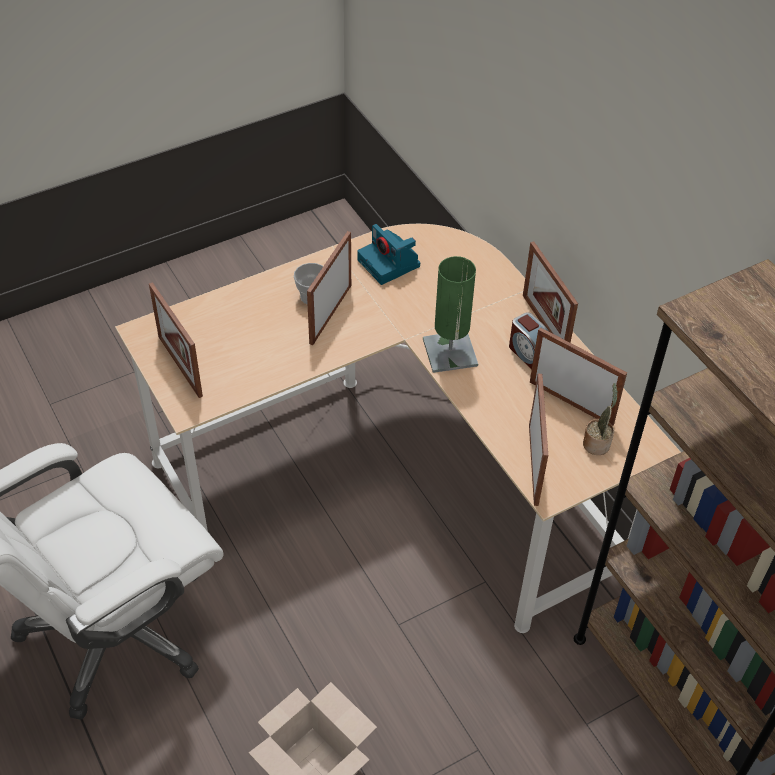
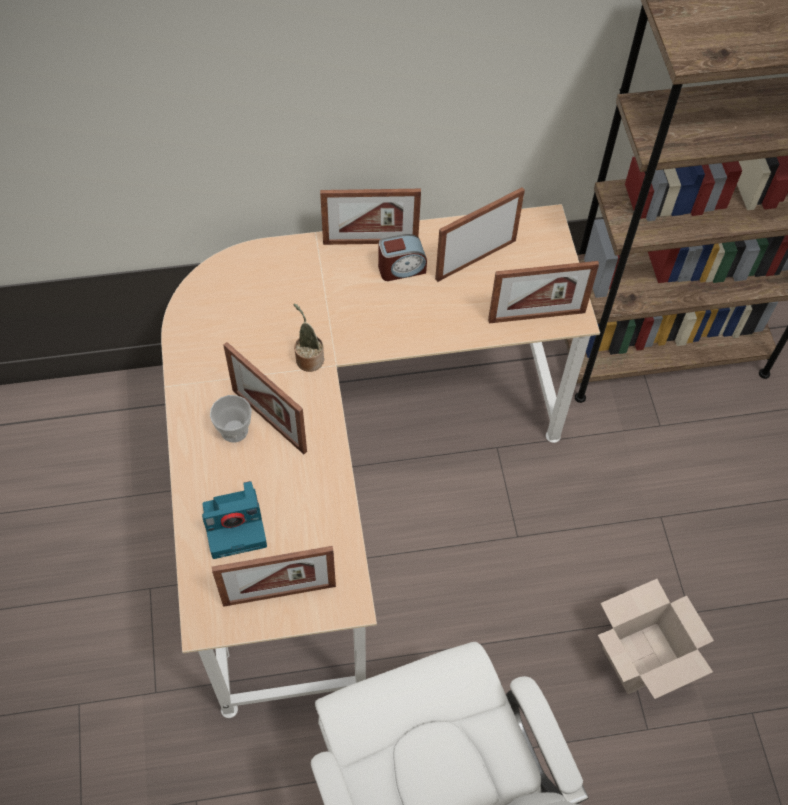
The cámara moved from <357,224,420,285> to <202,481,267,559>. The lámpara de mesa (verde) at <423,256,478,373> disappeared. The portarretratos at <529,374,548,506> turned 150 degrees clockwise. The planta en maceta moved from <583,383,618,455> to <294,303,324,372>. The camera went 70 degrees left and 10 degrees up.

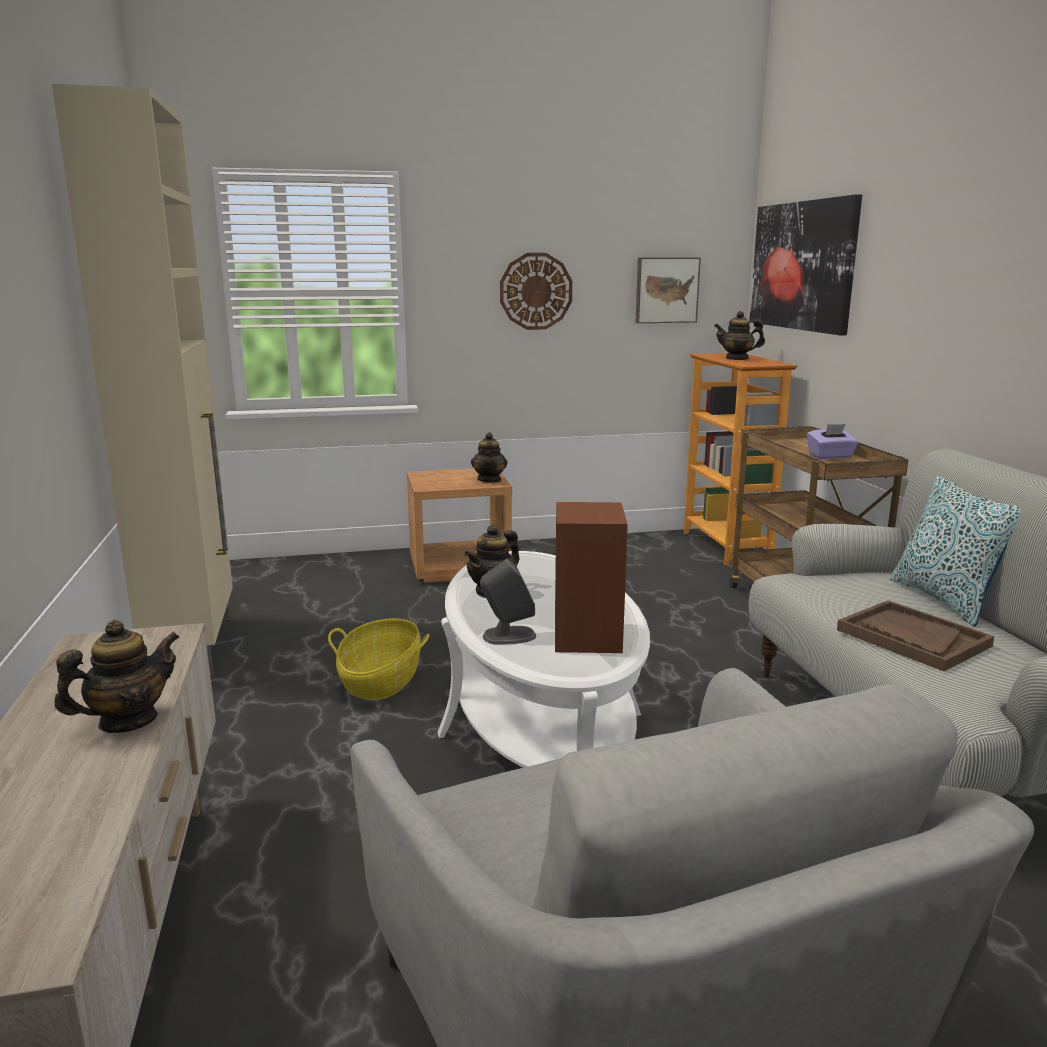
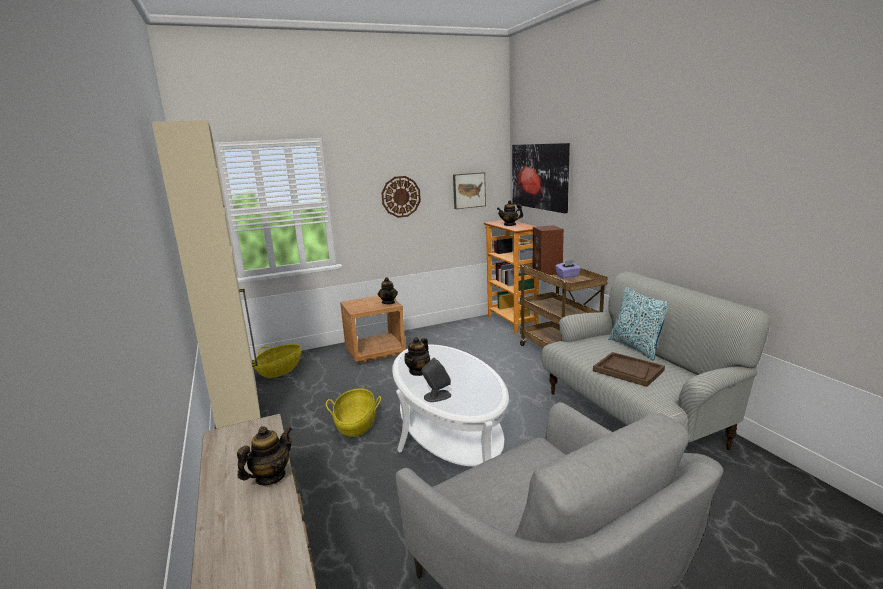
The altavoz (marrón) moved from <555,502,628,653> to <533,225,564,275>. The cesta at <253,344,301,378> appeared. The camera went 10 degrees left and 0 degrees up.

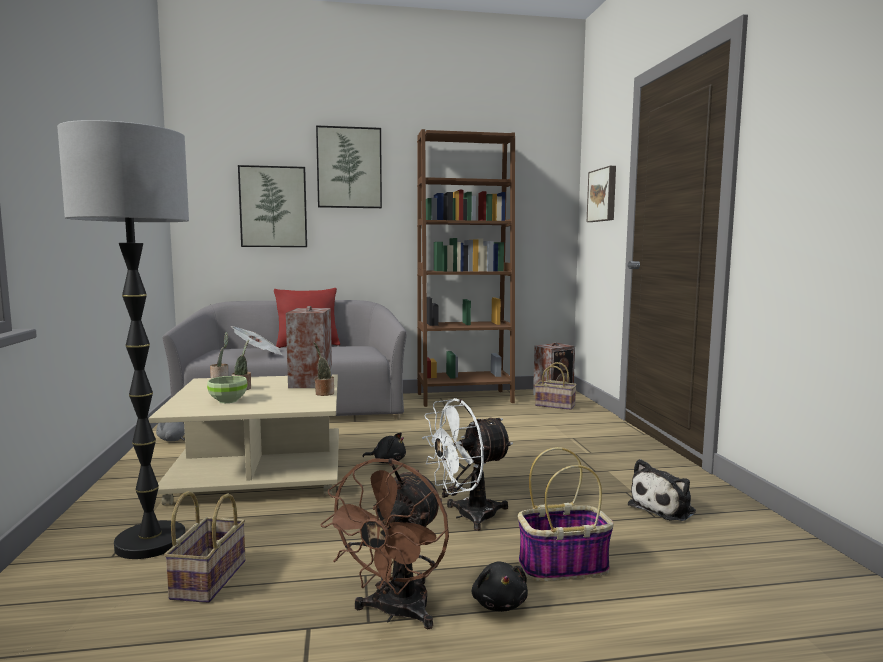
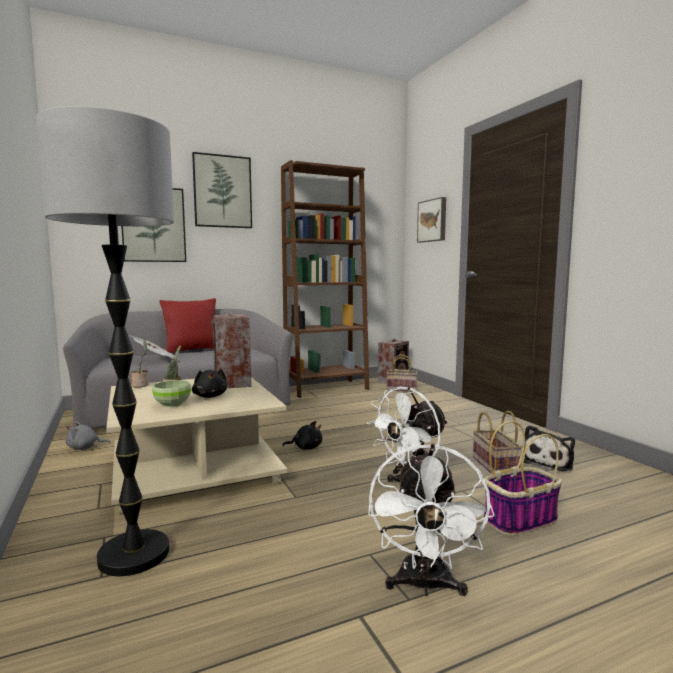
The planta en maceta at <313,342,334,396> disappeared. The ventilador (marrón) at <320,458,449,629> became the ventilador (blanco) at <368,444,495,596>. The cesta moved from <164,491,246,603> to <473,411,522,473>. The peluche (negro) moved from <472,562,528,612> to <192,369,227,398>. The camera went 15 degrees left and 0 degrees up.

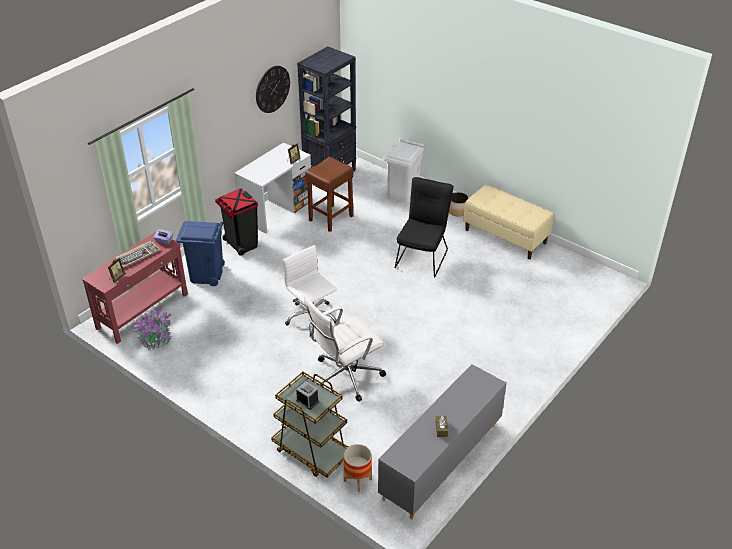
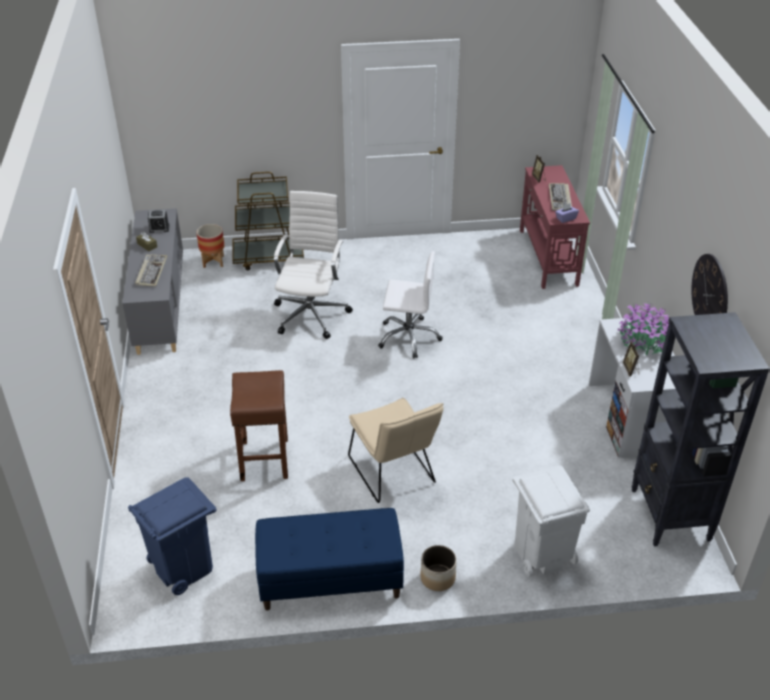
The taburete (marrón) moved from <305,157,353,232> to <230,370,288,481>. The silla (negro) at <395,177,454,277> became the silla (beis) at <348,398,444,503>. The banco (beis) at <463,185,554,259> became the banco (azul) at <255,508,404,611>. The papelera (negro) at <215,189,258,256> disappeared. The papelera (azul) moved from <176,221,225,286> to <128,477,217,595>. The planta en maceta moved from <134,307,172,351> to <618,303,669,355>. The despertador moved from <296,381,319,410> to <148,210,170,233>. The teclado at <135,254,168,287> appeared. The camera went 135 degrees right and 0 degrees up.

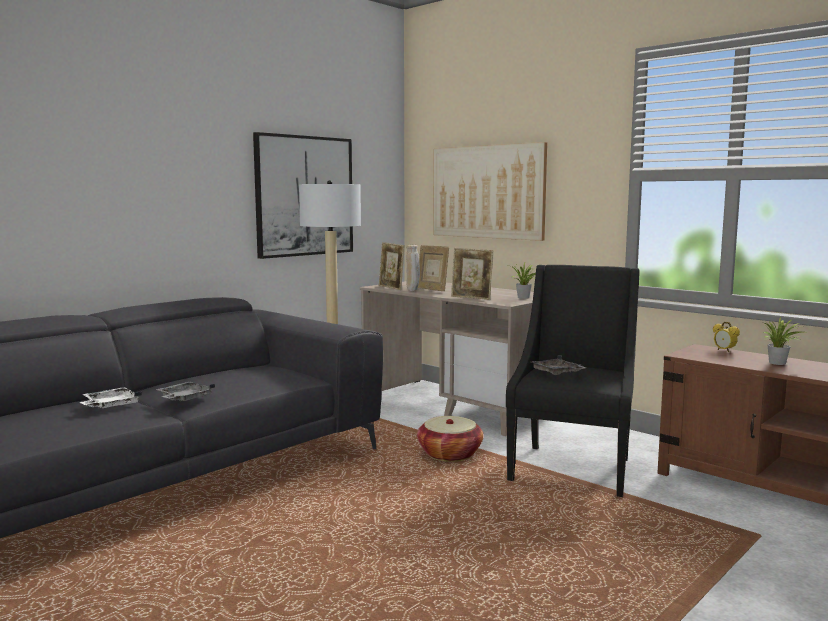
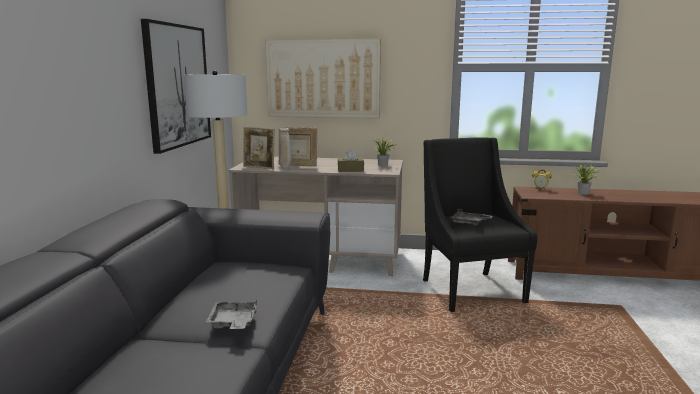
The portarretratos at <451,248,494,300> was replaced by the caja de pañuelos (marrón) at <338,149,364,172>. The bandeja (blanco) at <80,387,142,408> disappeared. The cesta at <417,416,483,462> disappeared. The camera went 35 degrees left and 5 degrees up.

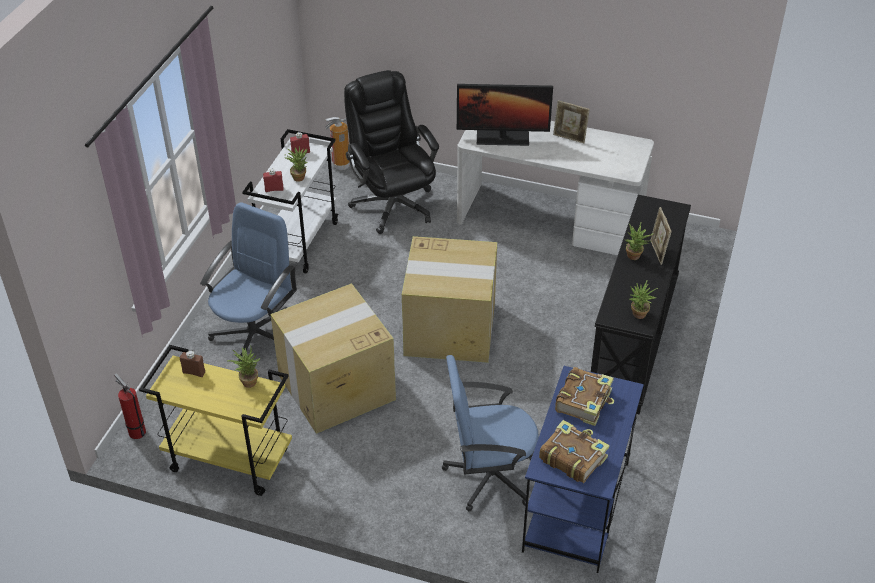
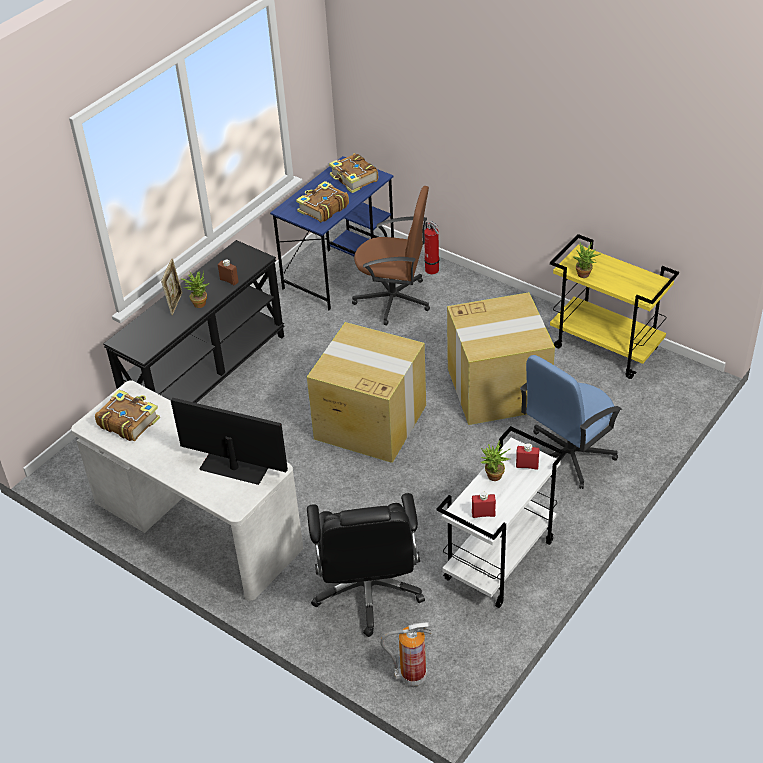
The portarretratos at <553,100,590,143> disappeared. The planta en maceta at <629,280,658,319> disappeared. The botella (marrón) moved from <180,350,205,377> to <218,260,239,286>. The silla de oficina (azul) at <442,355,539,512> became the silla de oficina (marrón) at <352,186,430,325>. The extintor moved from <114,373,146,439> to <424,221,439,274>. The libro at <95,389,160,441> appeared. The camera went 160 degrees left and 0 degrees up.

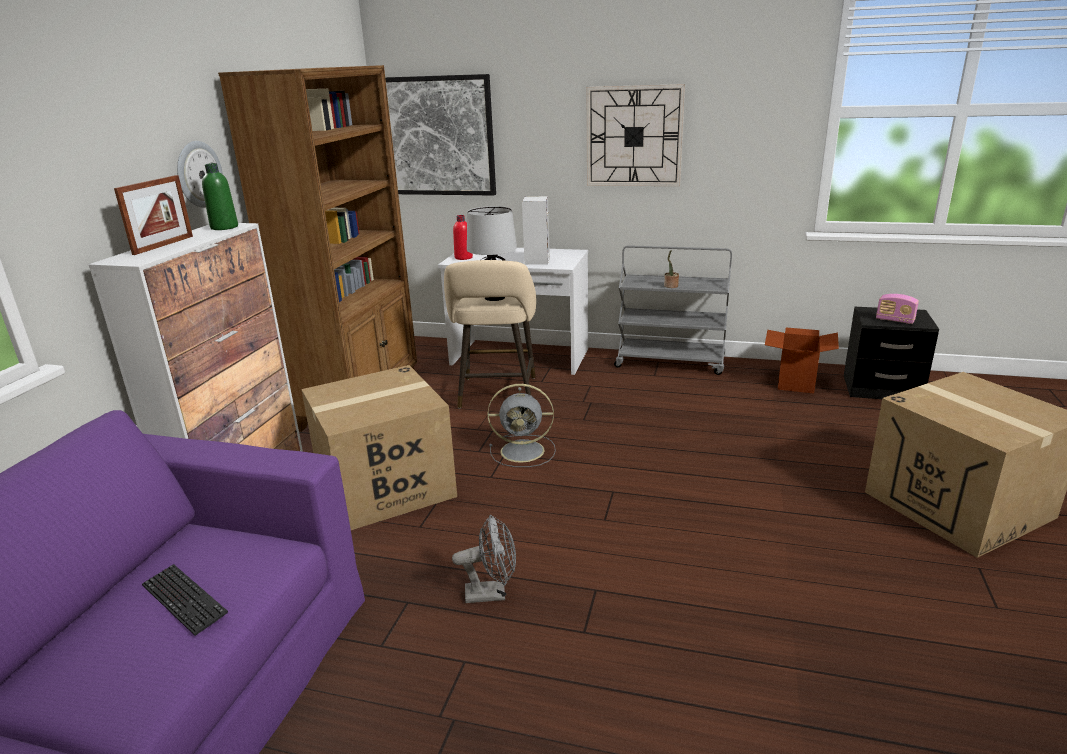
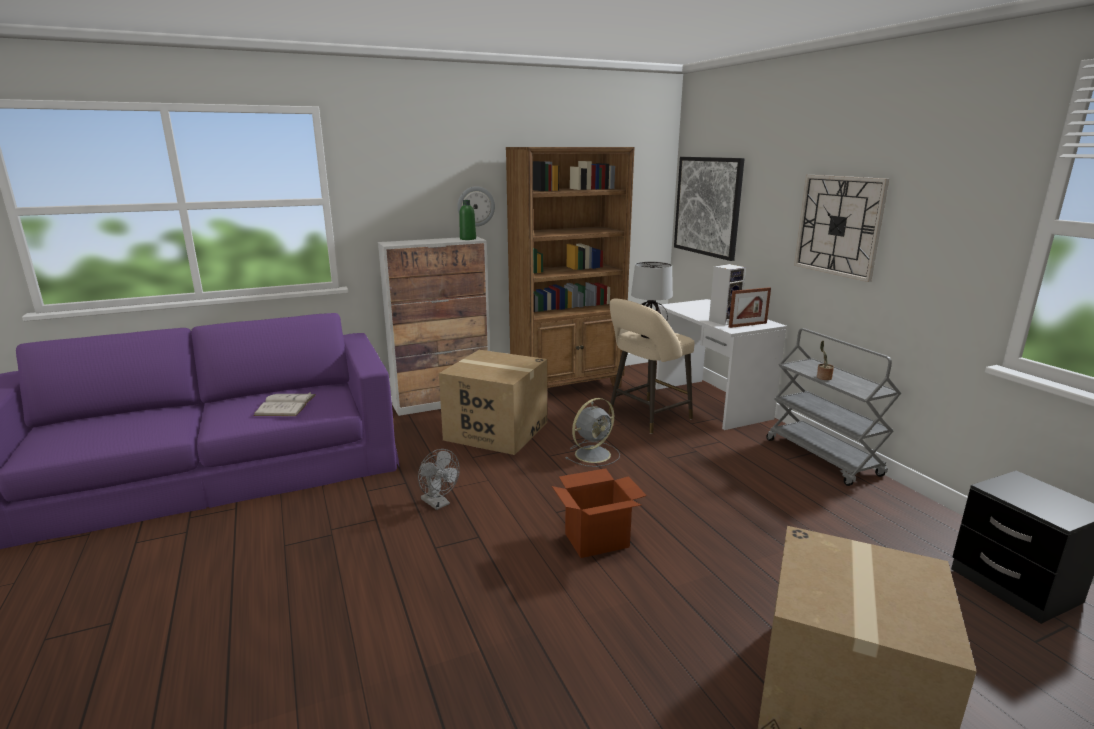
The portarretratos moved from <114,175,193,255> to <729,287,771,328>. The botella (rojo) at <453,215,473,260> disappeared. The radio at <876,294,919,324> disappeared. The caja de cartón moved from <765,327,839,393> to <552,468,647,558>. The ventilador (gris) at <487,384,556,467> turned 90 degrees counterclockwise. The teclado at <142,564,228,636> was replaced by the libro (blanco) at <253,392,316,416>. The camera went 50 degrees right and 5 degrees down.

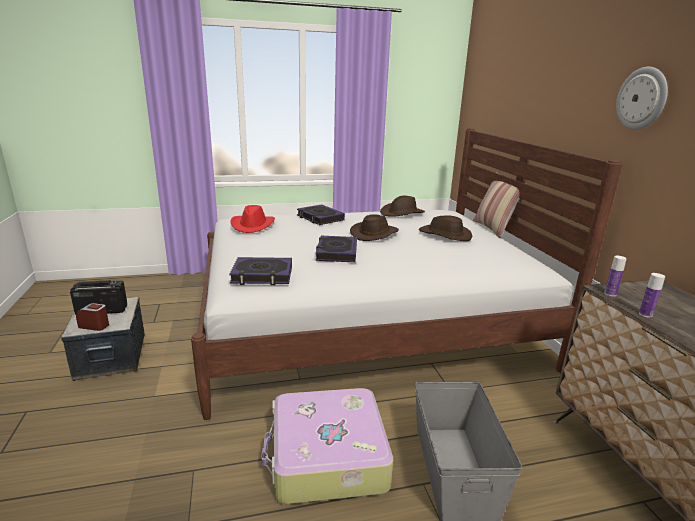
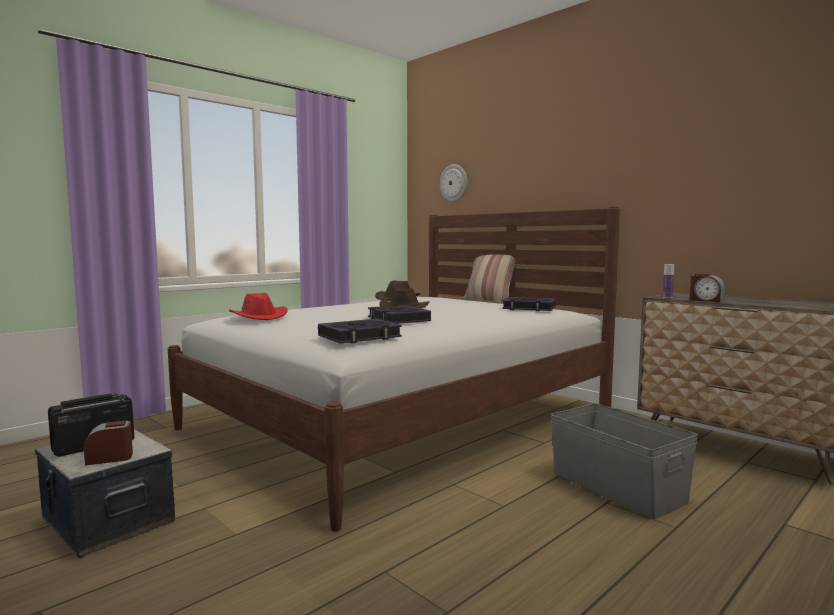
The reloj de pared moved from <616,67,668,130> to <440,164,467,202>. The libro moved from <297,205,345,225> to <502,297,556,311>. The sombrero (marrón) at <419,215,472,241> disappeared. The botella at <639,273,665,318> was replaced by the despertador at <689,274,725,302>. The maleta at <261,388,393,504> disappeared. The camera went 30 degrees left and 15 degrees down.

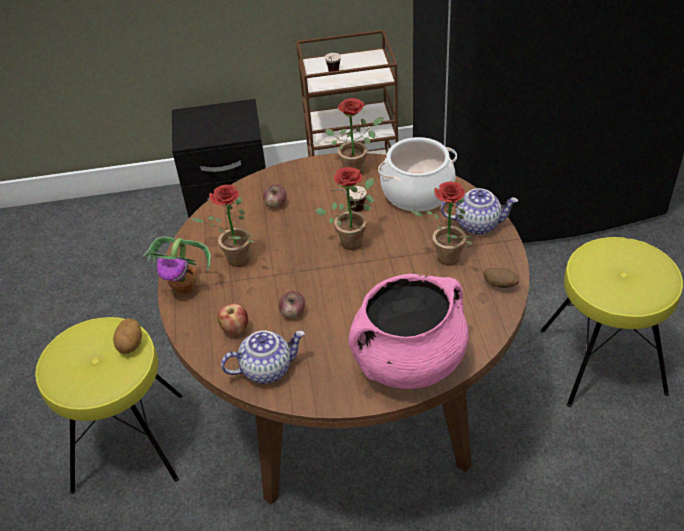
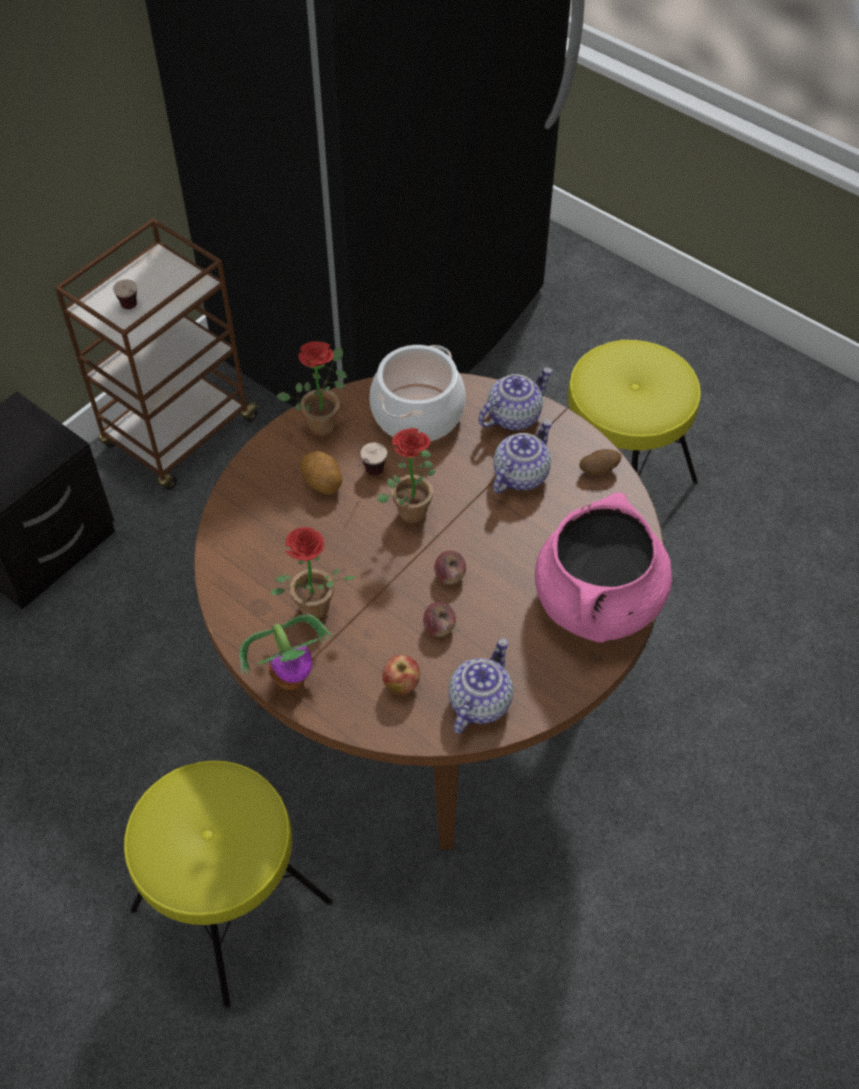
The planta en maceta at <411,182,473,266> was replaced by the tetera at <493,420,552,494>. The manzana moved from <263,184,287,208> to <434,551,466,585>. The patata moved from <113,318,142,354> to <300,451,343,495>. The camera went 45 degrees left and 10 degrees up.

